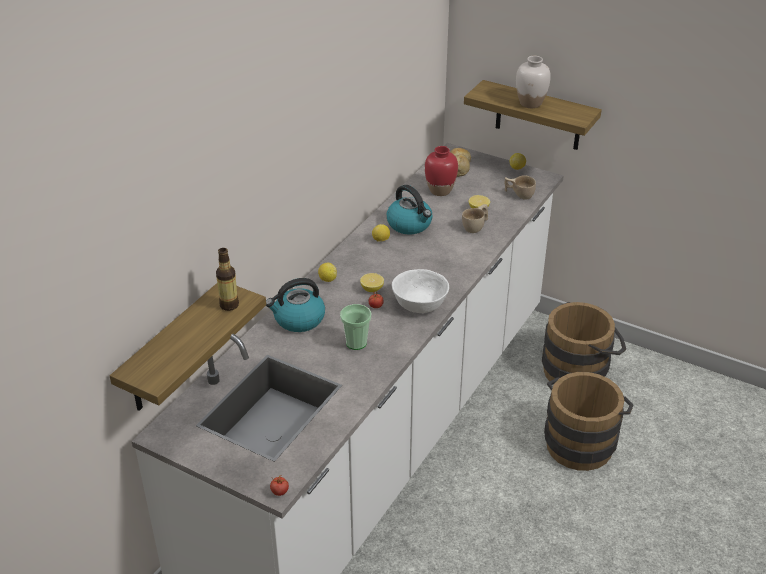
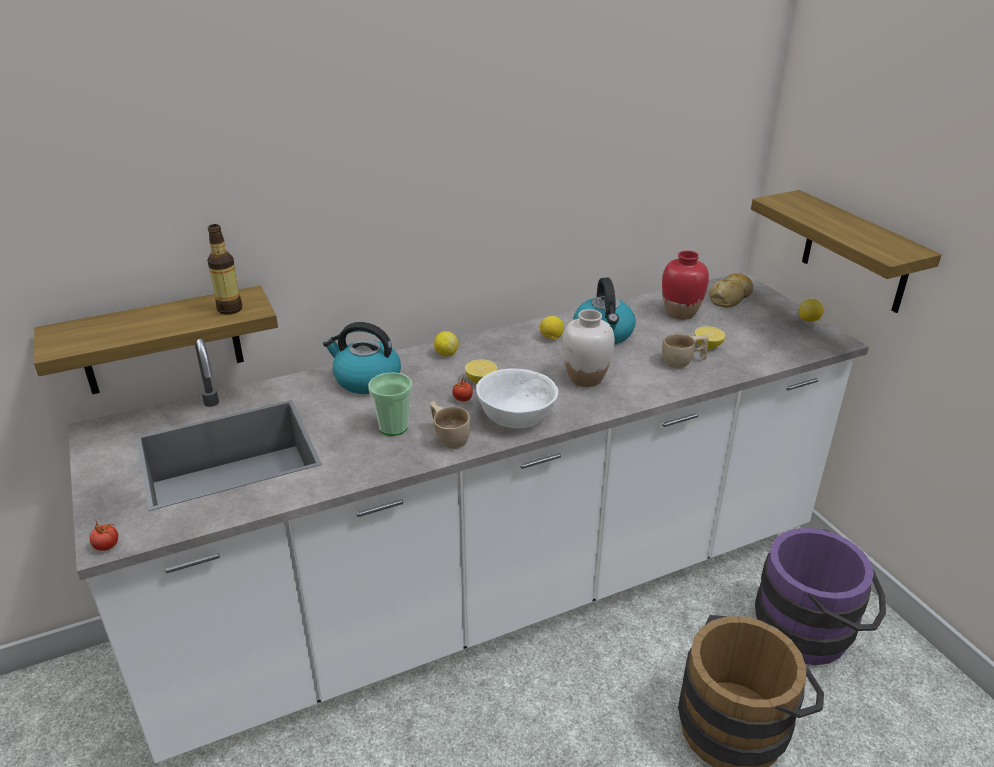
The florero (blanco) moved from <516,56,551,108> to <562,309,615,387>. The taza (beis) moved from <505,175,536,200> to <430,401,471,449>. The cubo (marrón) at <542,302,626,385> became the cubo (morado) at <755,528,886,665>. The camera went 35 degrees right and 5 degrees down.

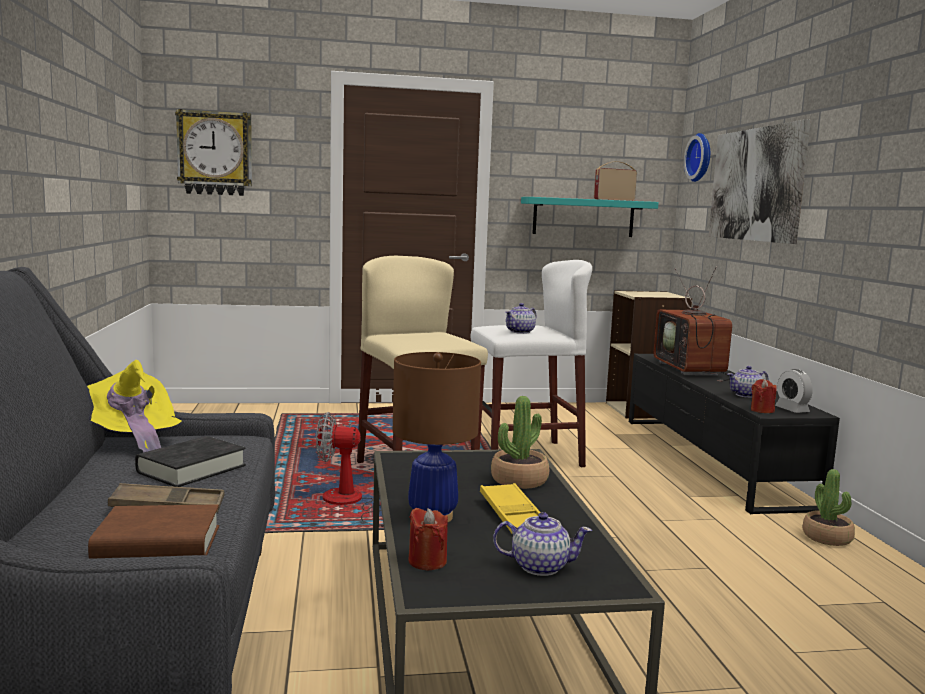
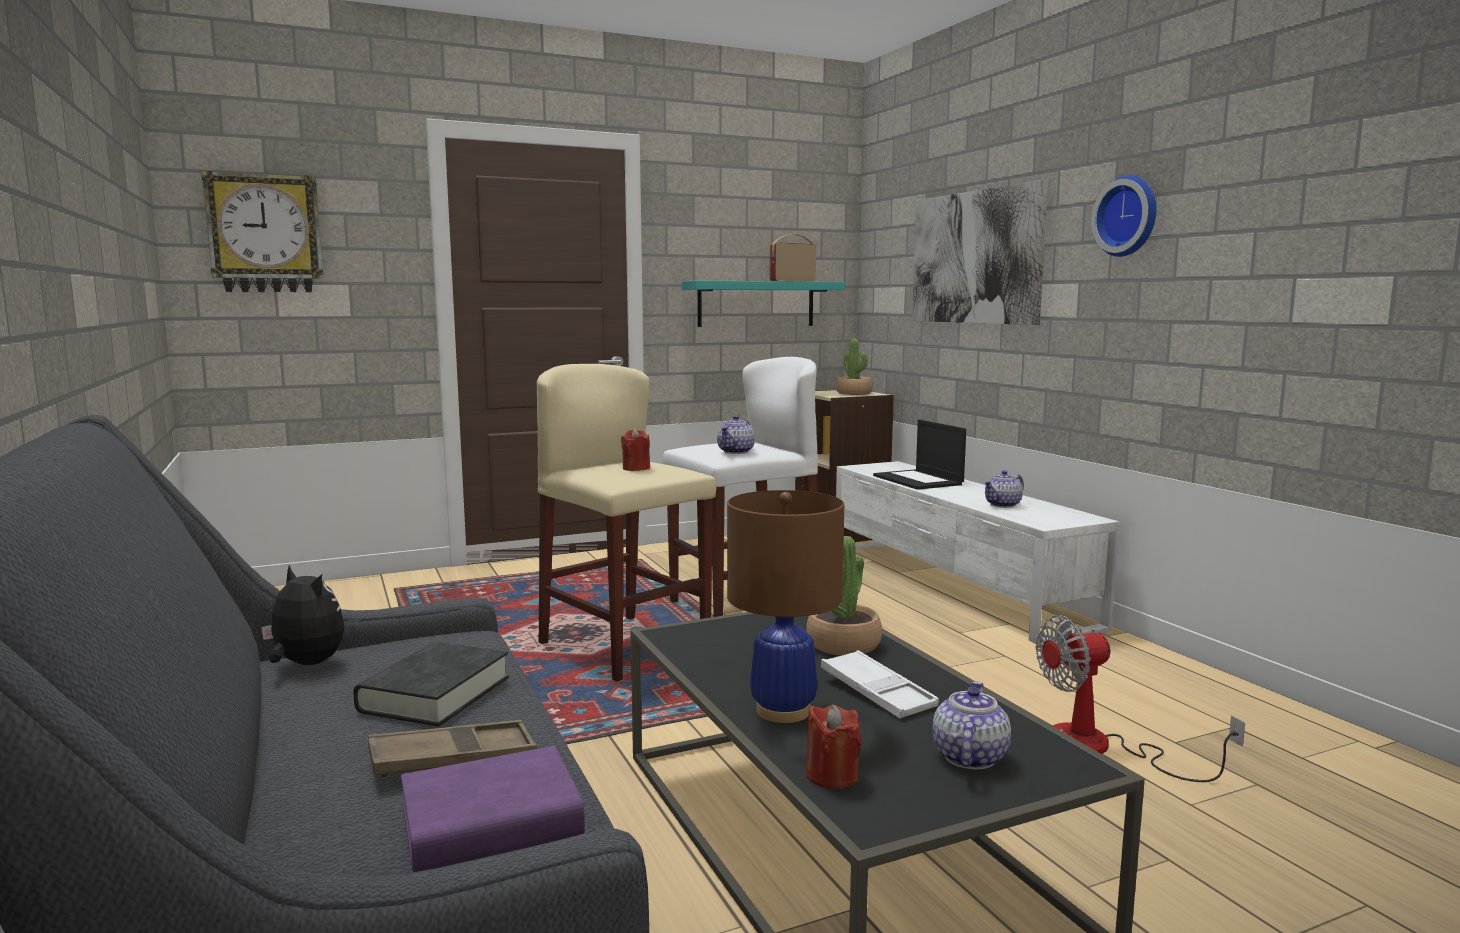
The reloj de pared moved from <684,133,710,182> to <1091,175,1156,257>. The televisor at <654,267,732,382> was replaced by the portátil at <873,420,966,490>. The mueble de televisión (negro) at <629,354,840,514> became the mueble de televisión (blanco) at <836,461,1119,644>. The sombrero (amarillo) at <87,360,182,453> was replaced by the peluche at <261,565,344,665>. The despertador at <775,369,813,413> disappeared. The vela (rojo) moved from <751,379,777,413> to <621,428,650,471>. The ventilador moved from <316,412,384,527> to <1035,615,1245,782>. The planta en maceta moved from <803,469,855,546> to <836,339,873,395>. The bandeja (amarillo) at <480,483,541,533> became the bandeja (blanco) at <821,650,939,718>. The libro (marrón) at <88,504,219,559> became the libro (morado) at <401,746,585,872>. The tetera at <493,512,592,576> turned 60 degrees counterclockwise. The camera went 15 degrees left and 0 degrees up.

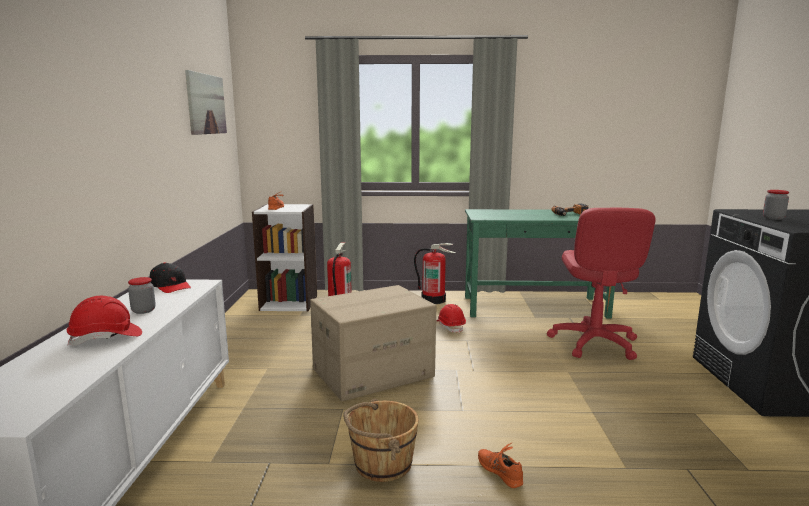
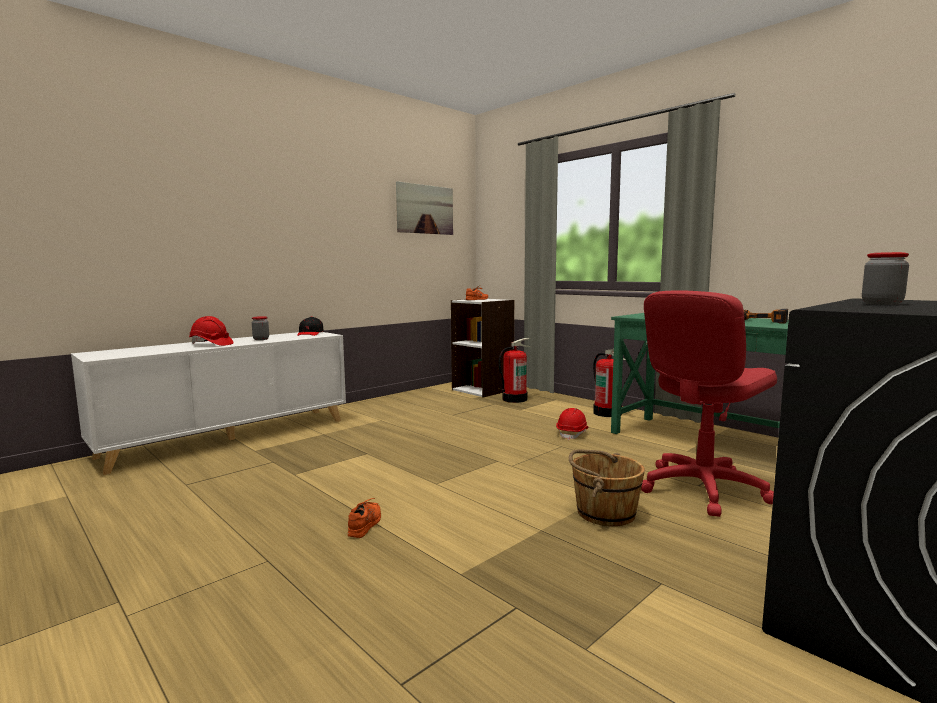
The caja de cartón at <310,285,436,401> disappeared. The cubo (marrón) moved from <343,399,419,482> to <569,450,645,526>. The camera went 45 degrees right and 5 degrees down.

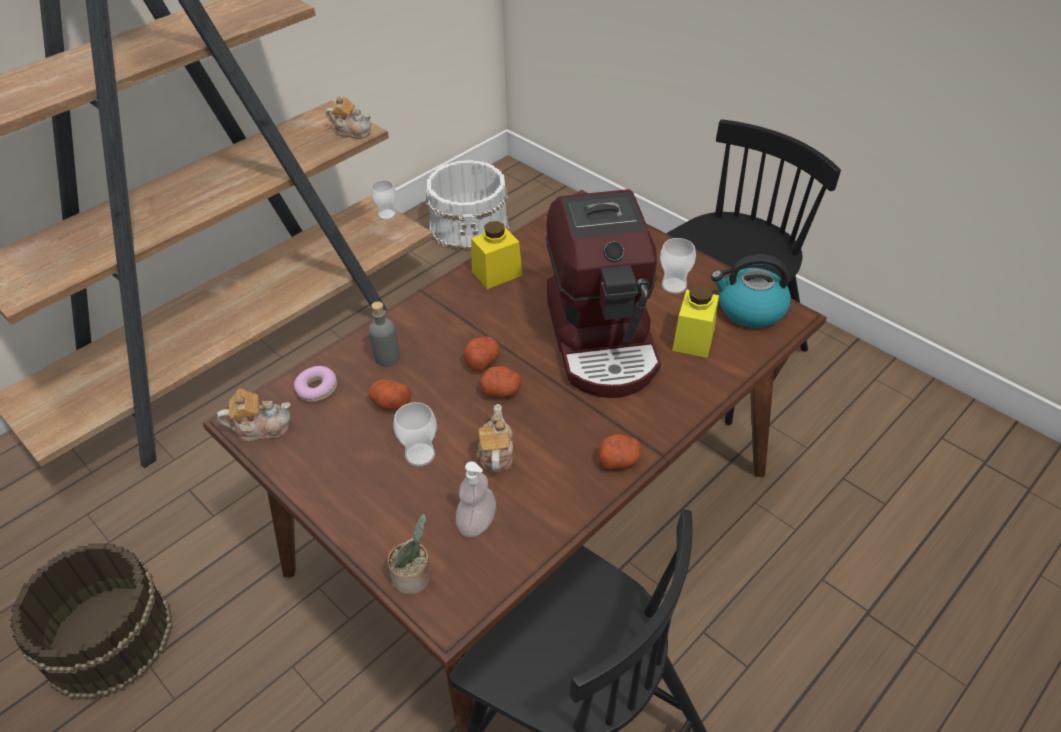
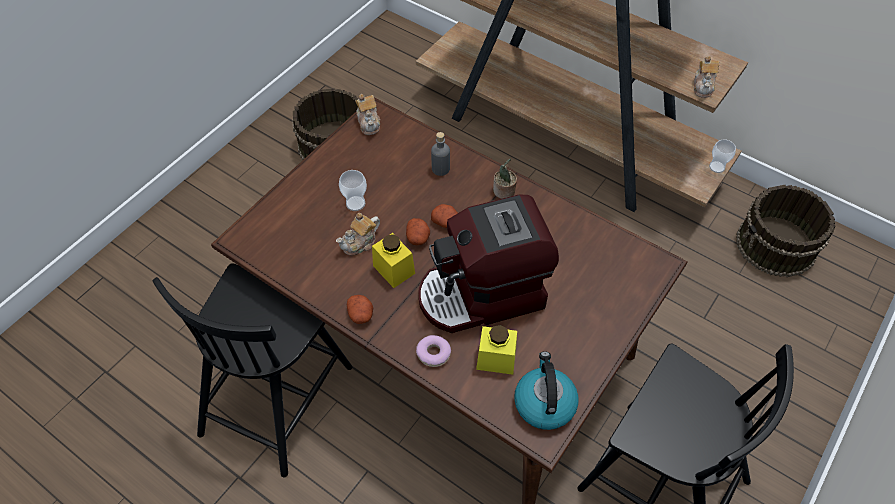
The cubo (blanco) at <426,160,509,251> became the cubo (marrón) at <736,185,836,277>. The tarro (amarillo) moved from <471,221,522,289> to <372,233,415,288>. The taza at <660,238,696,294> disappeared. The rosquilla moved from <294,366,337,402> to <416,335,451,367>. The patata at <368,379,411,410> disappeared. The tetera at <476,404,513,472> turned 150 degrees clockwise. The dispensador de jabón at <456,462,496,537> disappeared. The planta en maceta moved from <388,514,431,595> to <493,158,517,199>. The camera went 80 degrees right and 10 degrees up.

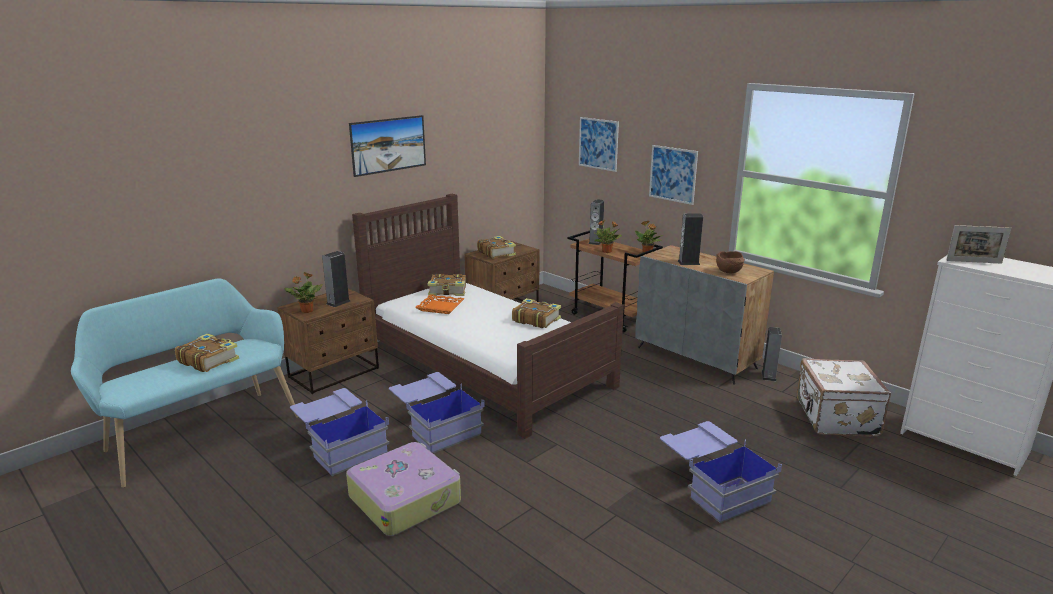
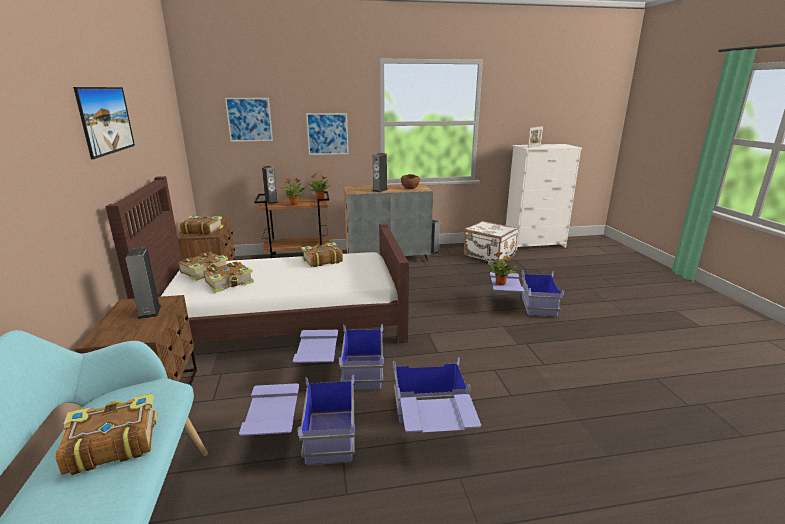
The planta en maceta moved from <284,272,323,313> to <488,252,517,286>. The bandeja (naranja) at <415,294,465,314> was replaced by the libro at <203,262,254,293>. The maleta at <346,442,461,536> was replaced by the caja de almacenaje (azul) at <393,358,481,432>. The camera went 55 degrees left and 0 degrees up.

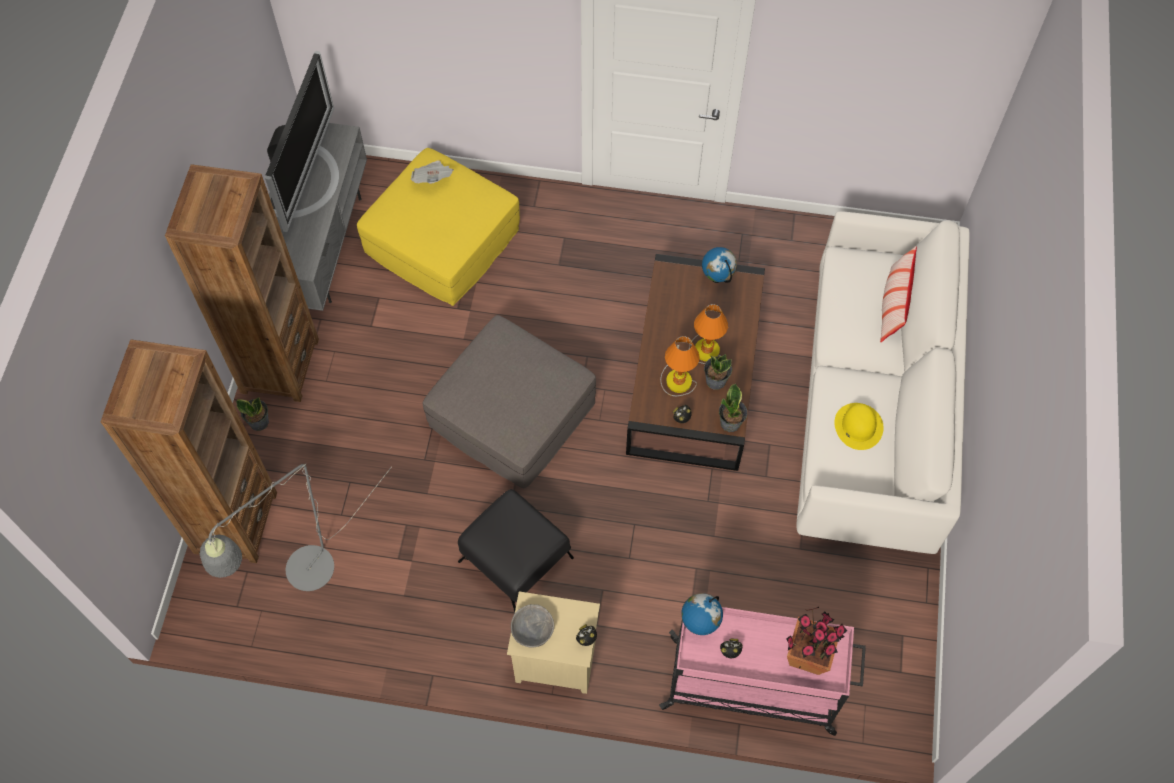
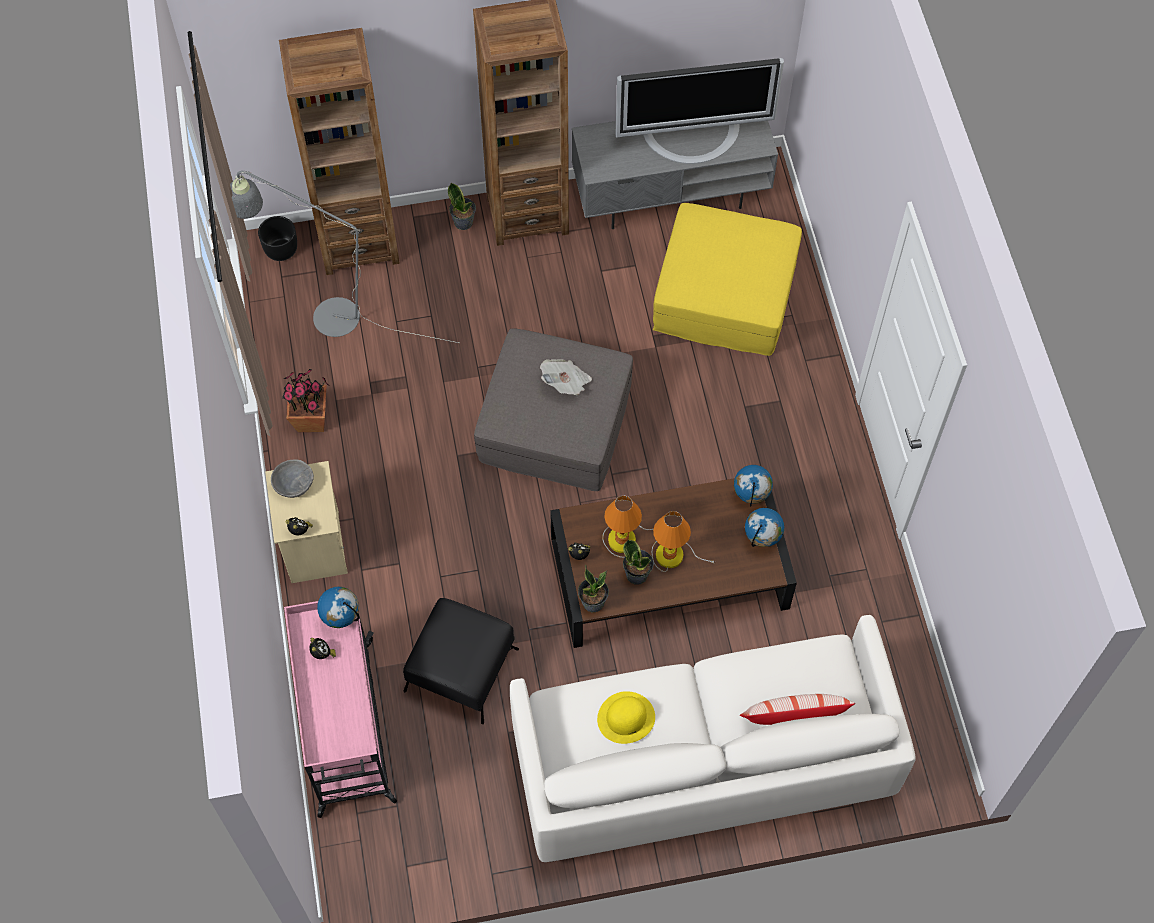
The periódico moved from <411,161,453,184> to <540,359,592,395>. The puf (negro) moved from <458,489,574,613> to <403,598,519,724>. The planta en maceta moved from <787,607,847,675> to <282,369,328,432>. The maceta (negro) at <258,216,297,261> appeared. The globo terráqueo at <734,465,773,506> appeared. The camera went 70 degrees right and 0 degrees up.

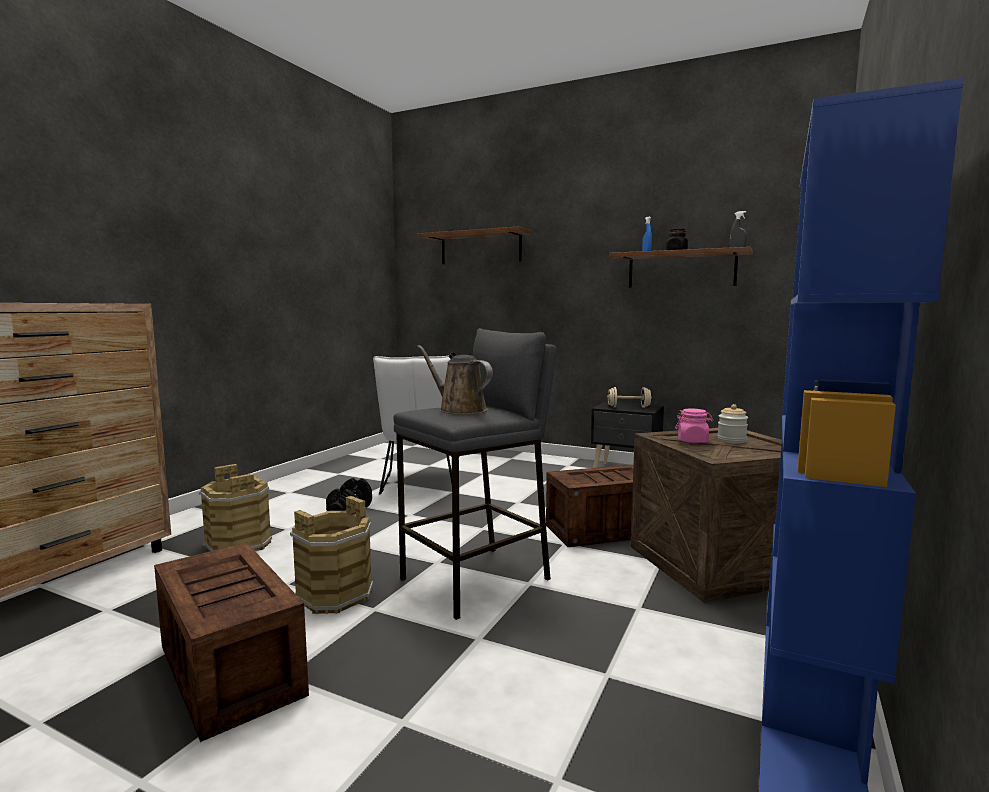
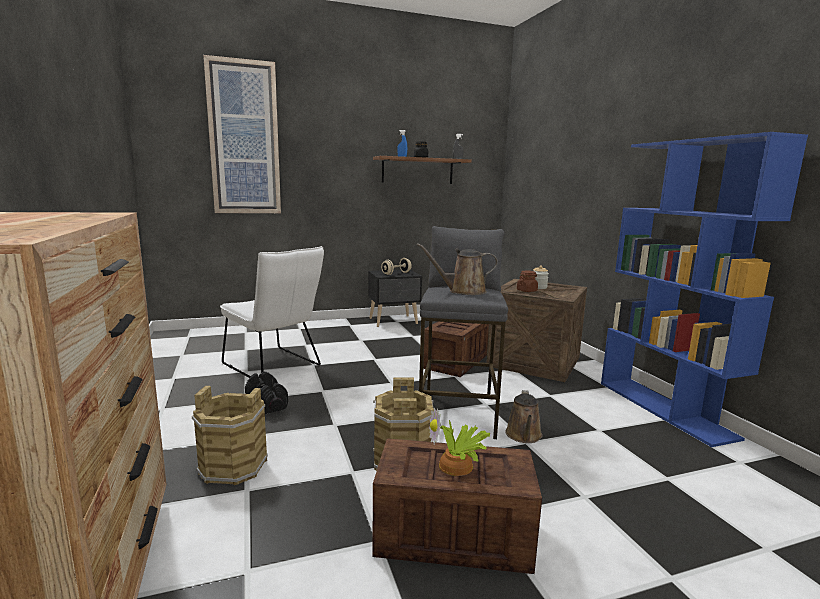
The estante (marrón) at <417,227,532,264> was replaced by the cuadro at <203,55,281,213>. The tarro (rosa) at <675,408,713,443> became the tarro (marrón) at <517,271,538,292>. The regadera (marrón) at <505,390,542,443> appeared. The planta en maceta at <429,407,490,476> appeared. The camera went 45 degrees left and 5 degrees up.

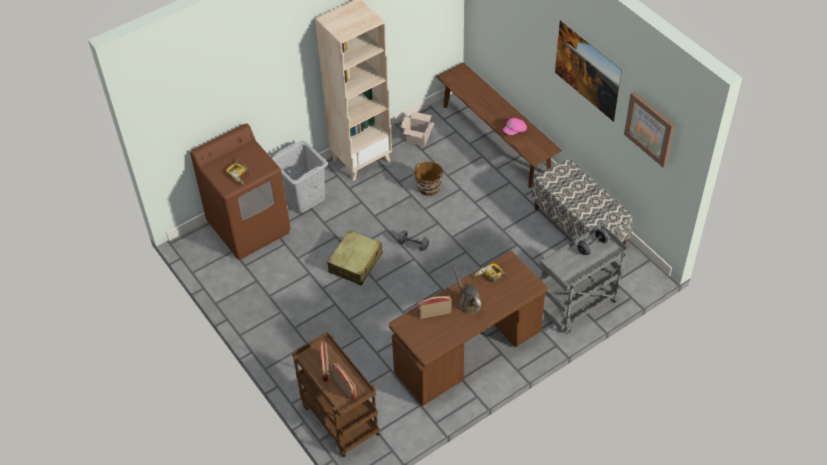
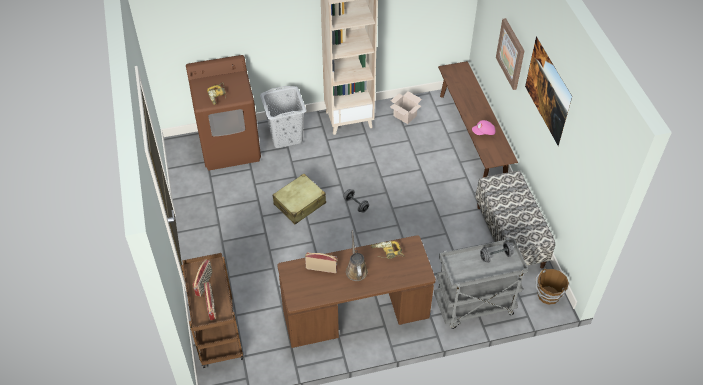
The cuadro moved from <624,92,675,168> to <496,18,524,90>. The cubo (marrón) moved from <412,162,443,196> to <535,268,569,305>. The camera went 20 degrees right and 0 degrees up.

